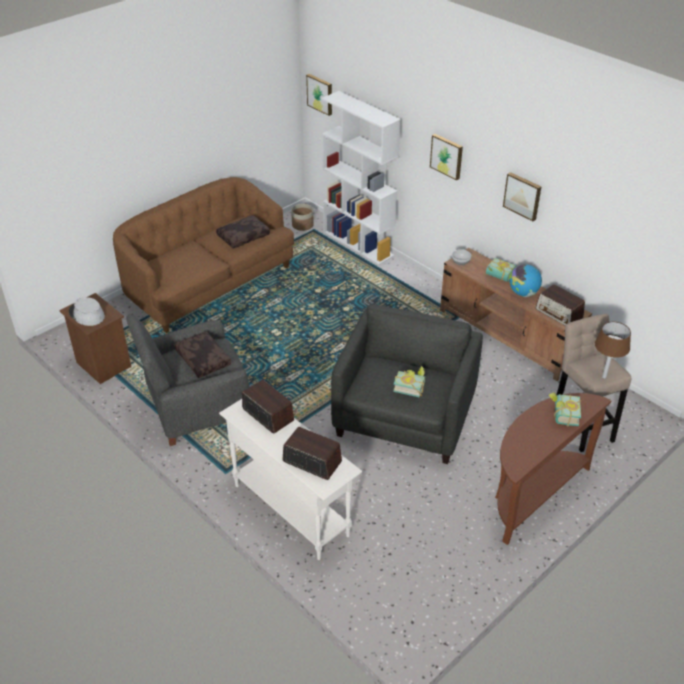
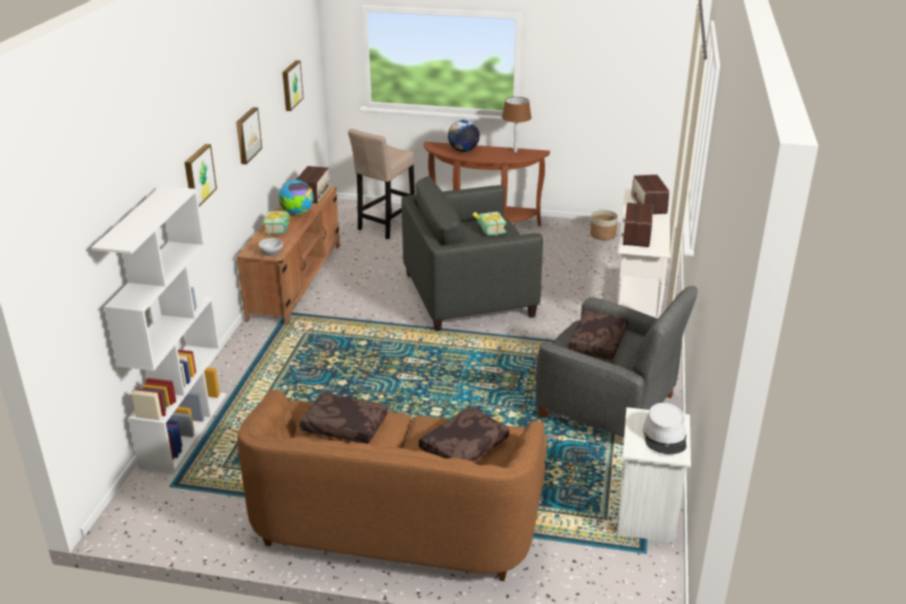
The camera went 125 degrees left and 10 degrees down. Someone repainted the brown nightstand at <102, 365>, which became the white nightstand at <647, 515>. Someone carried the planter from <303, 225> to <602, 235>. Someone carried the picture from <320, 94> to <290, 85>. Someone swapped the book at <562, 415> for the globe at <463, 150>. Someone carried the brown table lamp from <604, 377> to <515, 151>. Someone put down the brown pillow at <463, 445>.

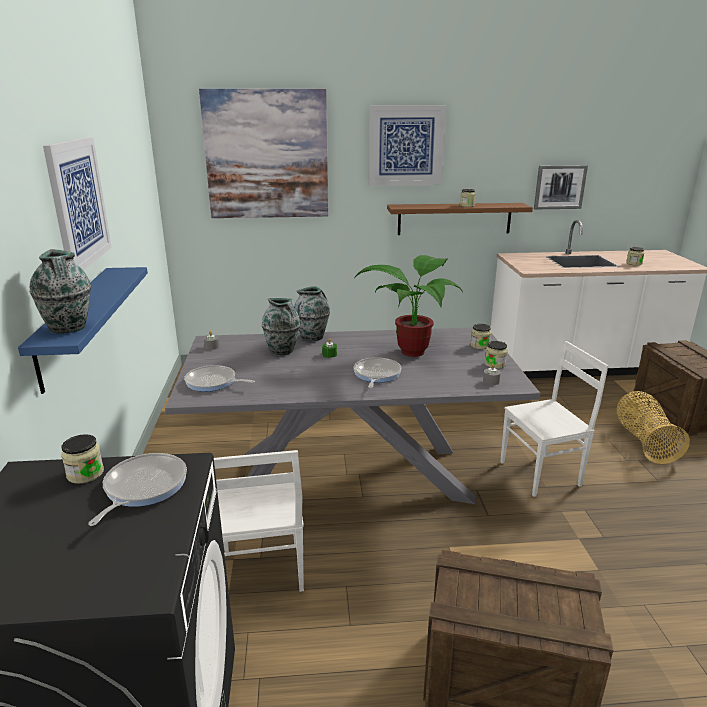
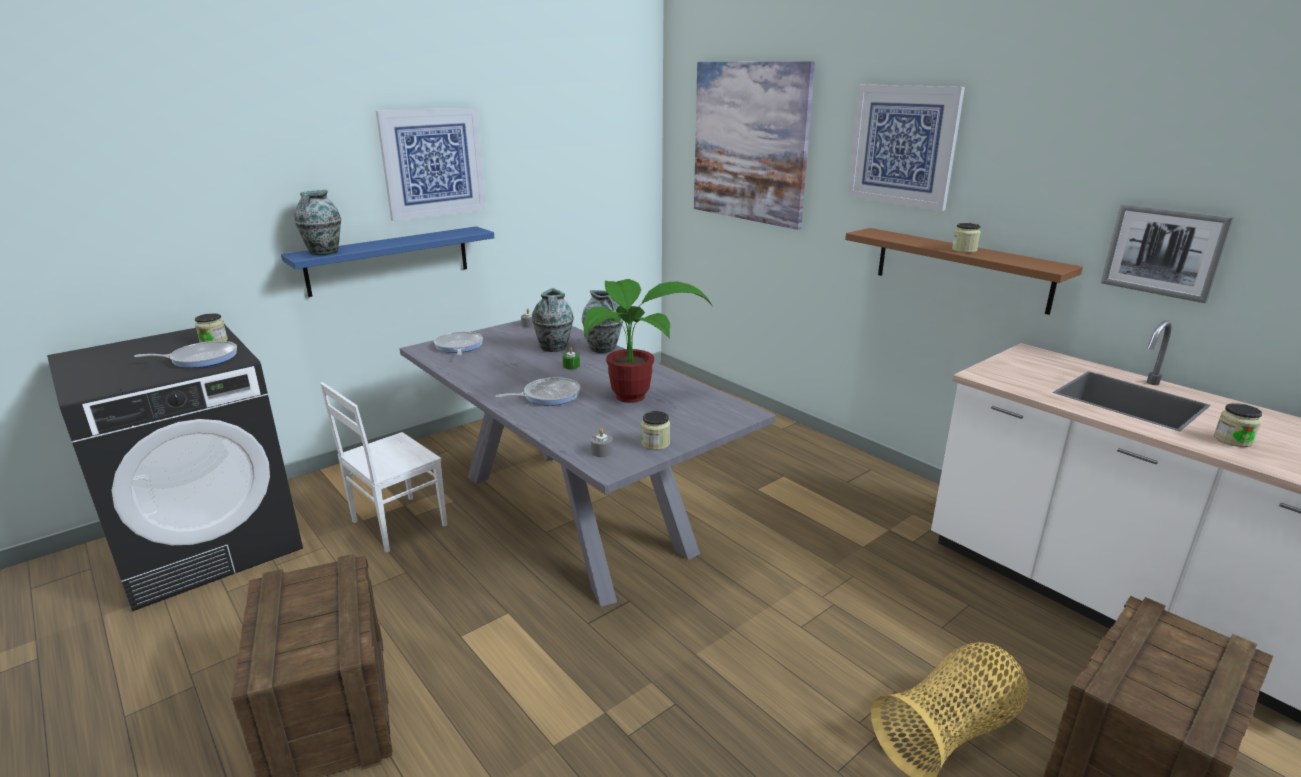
The camera went 55 degrees right and 0 degrees up. Someone took away the jar at <480, 345>. Someone took away the white chair at <541, 474>.

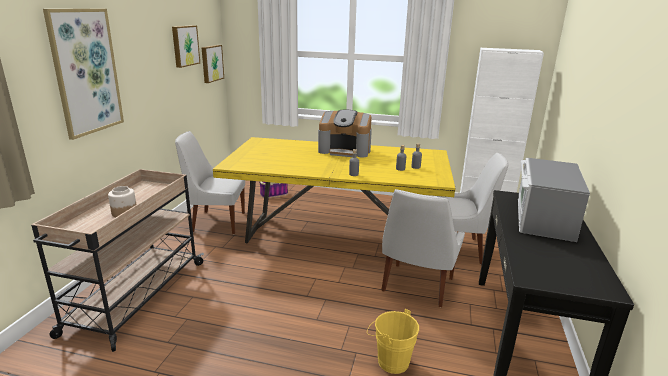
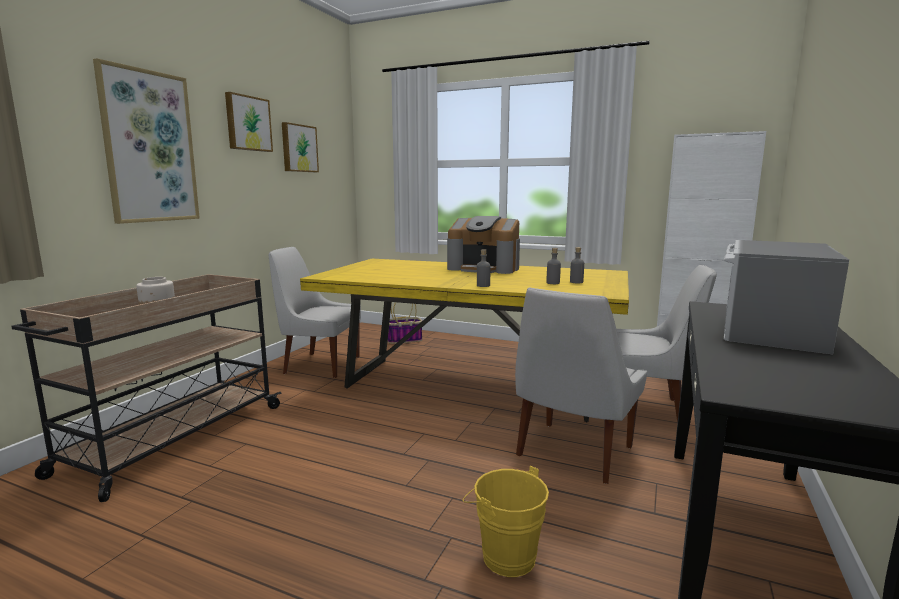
The camera went 10 degrees right and 10 degrees down. Someone carried the picture from <211, 63> to <247, 123>.

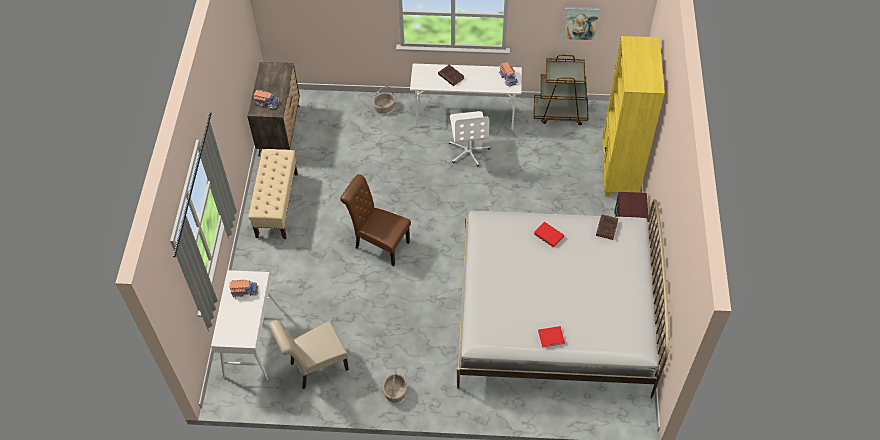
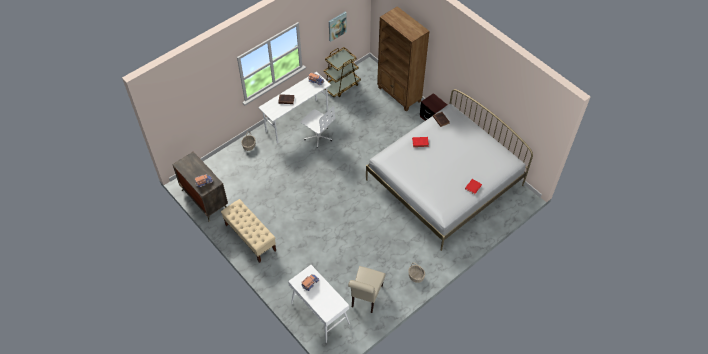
The camera went 45 degrees left and 0 degrees up. Someone took away the brown chair at <379, 244>. Someone repainted the yellow bookcase at <619, 171>, which became the brown bookcase at <399, 95>.

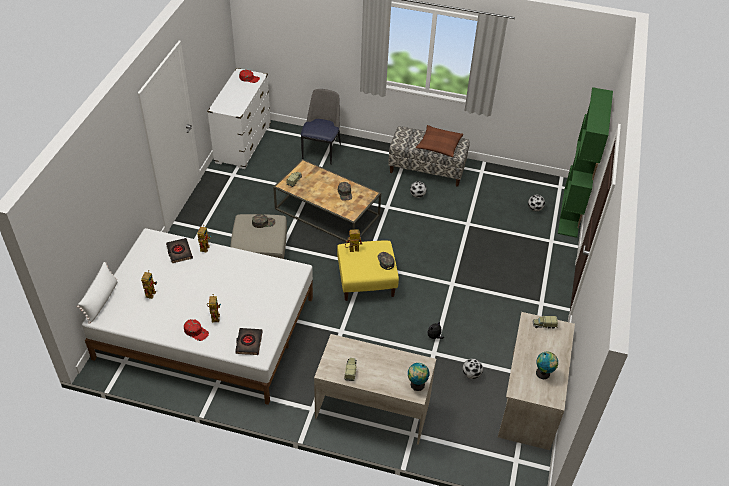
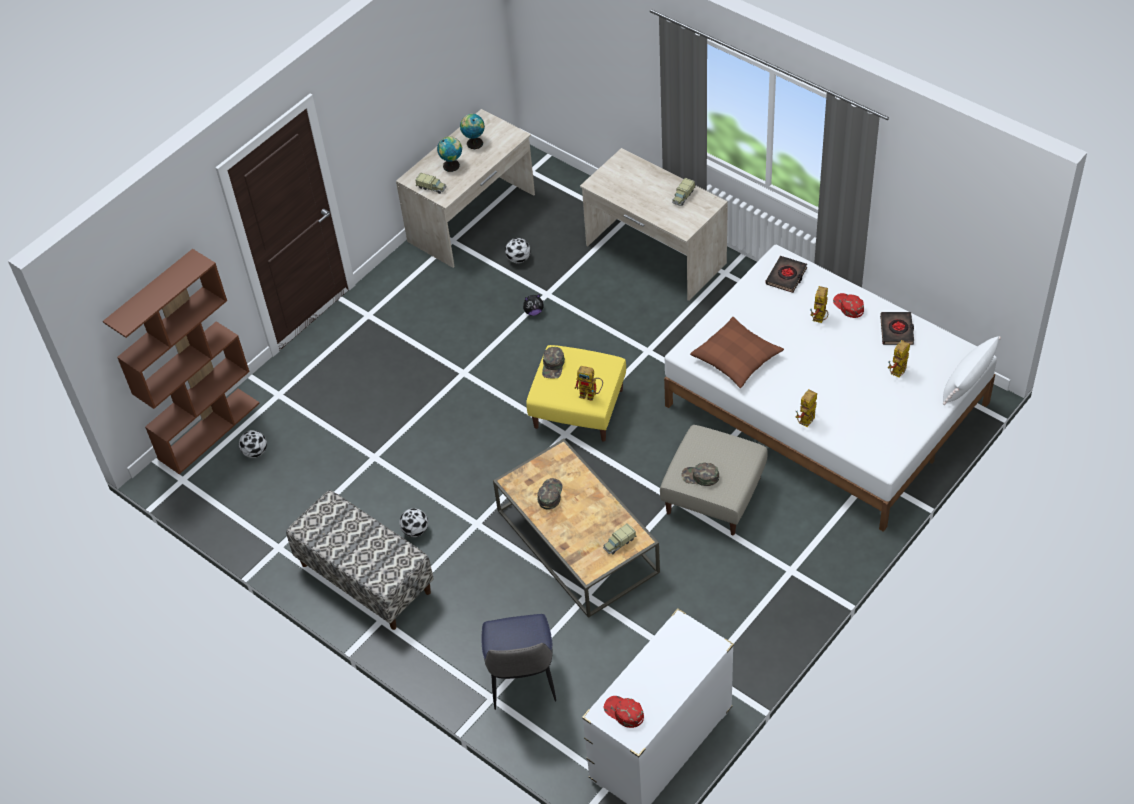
The camera went 150 degrees left and 5 degrees up. Someone carried the black book from <179, 252> to <897, 330>. Someone rotated the chair at <321, 151> by 45 degrees counterclockwise. Someone carried the globe from <416, 385> to <452, 165>. Someone carried the brown pillow from <439, 145> to <736, 358>. Someone repainted the green bookcase at <571, 212>, which became the brown bookcase at <209, 430>.

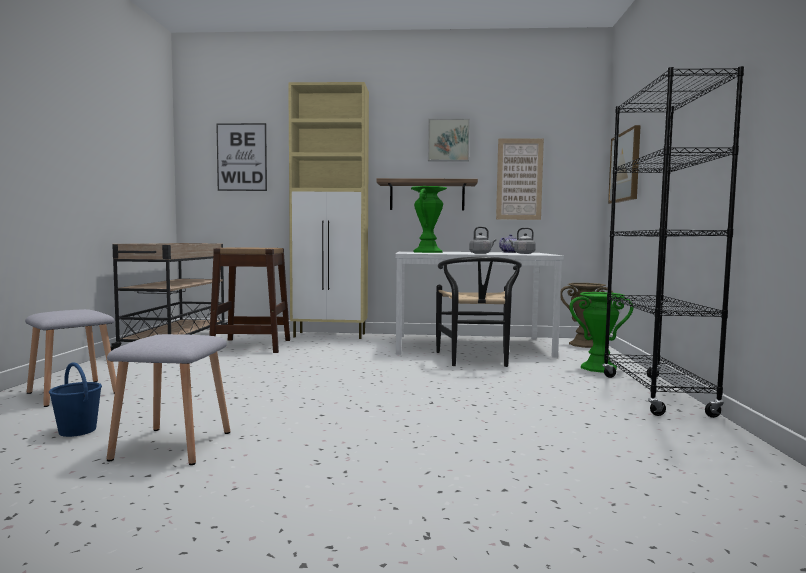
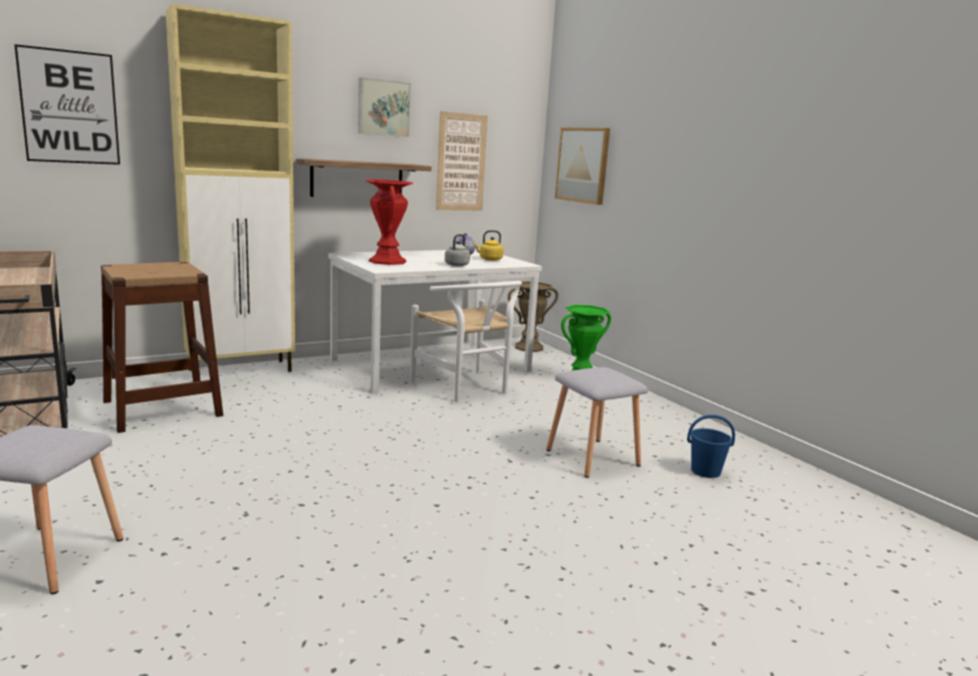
The camera went 35 degrees left and 10 degrees up. Someone carried the blue bucket from <78, 431> to <706, 471>. Someone carried the grey stool from <172, 445> to <591, 457>. Someone repainted the green vase at <427, 252>, which became the red vase at <387, 261>. Someone repainted the black chair at <476, 360>, which became the white chair at <466, 389>. Someone repainted the grey kettle at <523, 253>, which became the yellow kettle at <489, 259>. Someone took away the black bookcase at <655, 395>.

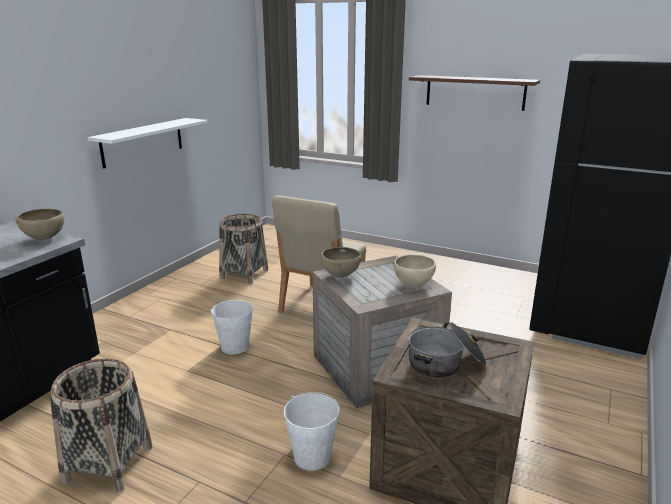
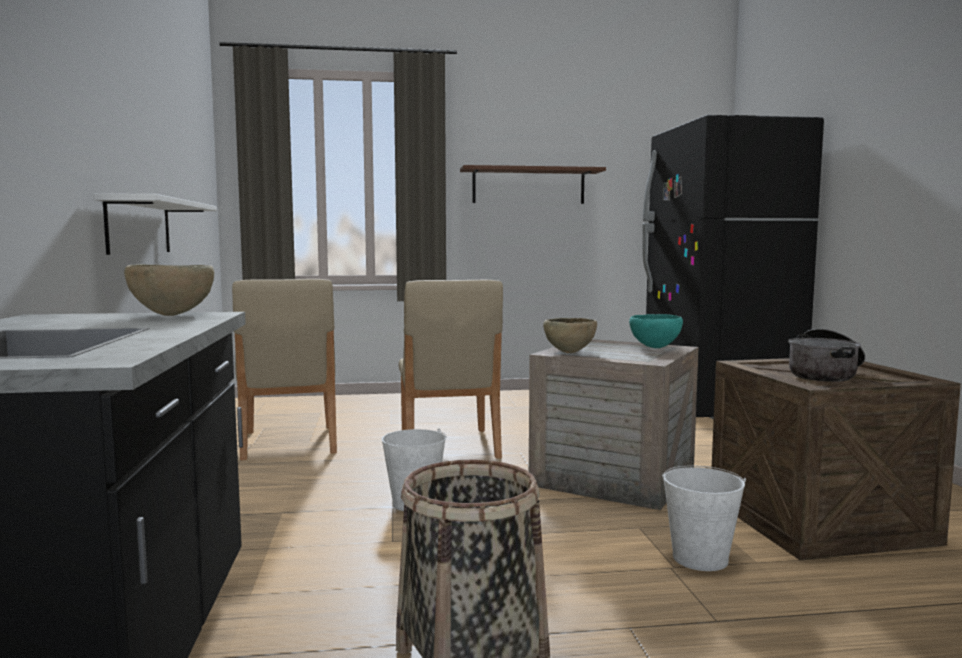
The camera went 35 degrees left and 15 degrees down. Someone swapped the basket at <244, 274> for the beige chair at <288, 442>. Someone repainted the beige bowl at <413, 285>, which became the turquoise bowl at <655, 348>.

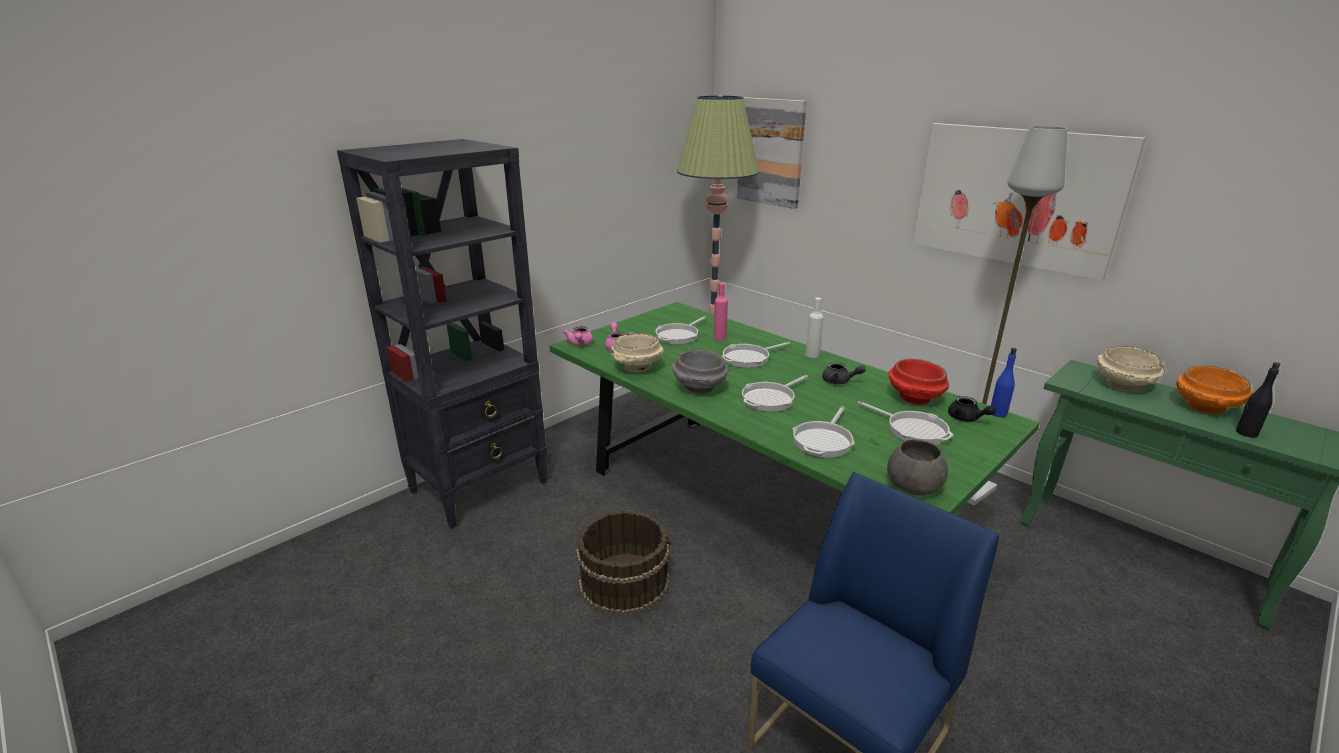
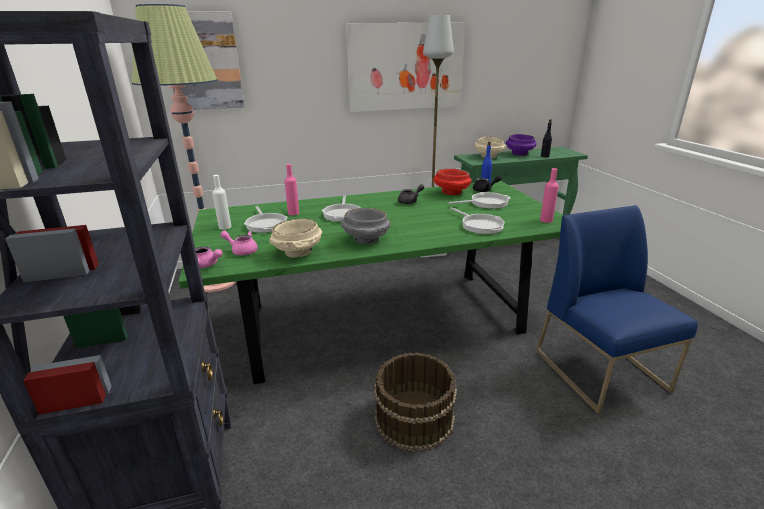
The camera went 60 degrees left and 0 degrees up. Someone took away the frying pan at <770, 399>. Someone carried the white bottle from <812, 355> to <225, 227>. Someone swapped the grey bowl at <913, 486> for the pink bottle at <546, 220>. Someone repainted the orange bowl at <1206, 407>, which became the purple bowl at <520, 153>.

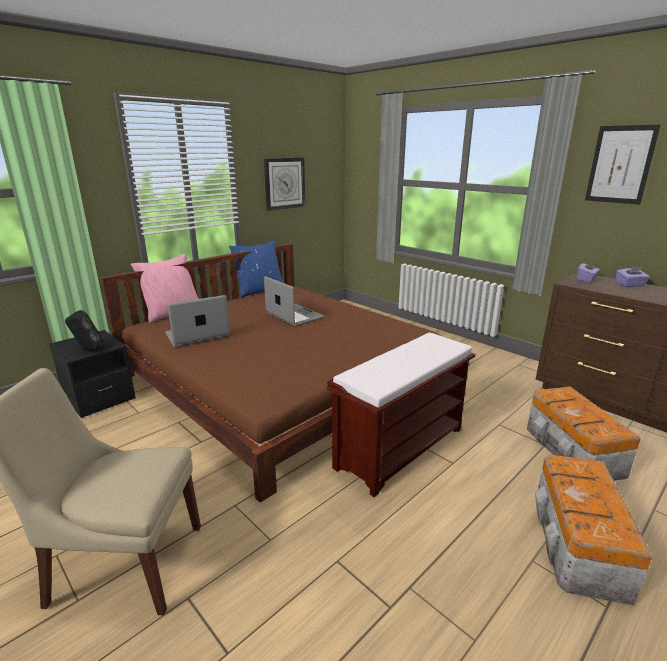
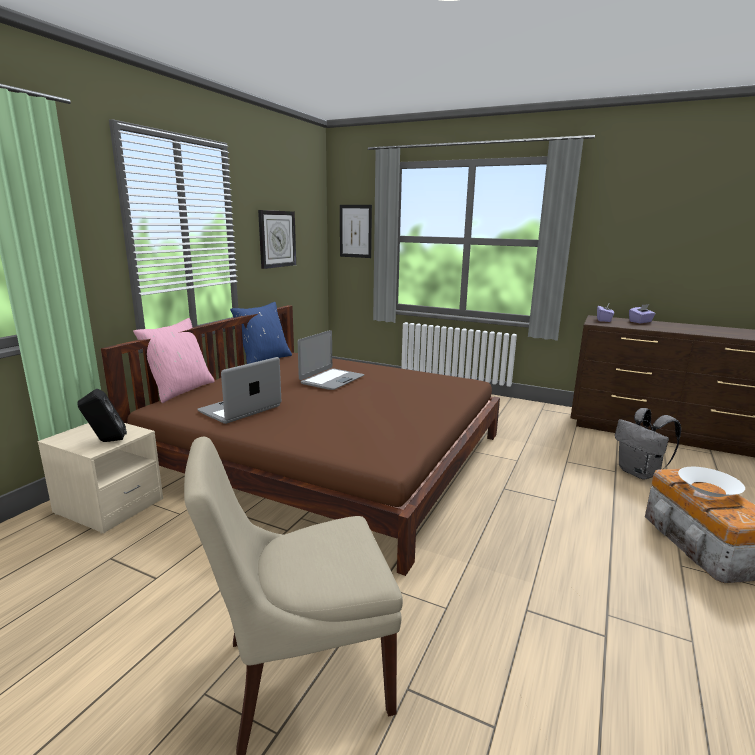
The camera went 20 degrees left and 5 degrees down. Someone repainted the black nightstand at <99, 397>, which became the beige nightstand at <109, 506>. Someone rotated the laptop at <294, 316> by 90 degrees clockwise. Someone took away the brown bench at <400, 447>. Someone swapped the storage box at <572, 451> for the grey backpack at <640, 473>. Someone carried the picture from <620, 165> to <355, 231>. Someone put down the white bowl at <708, 489>.

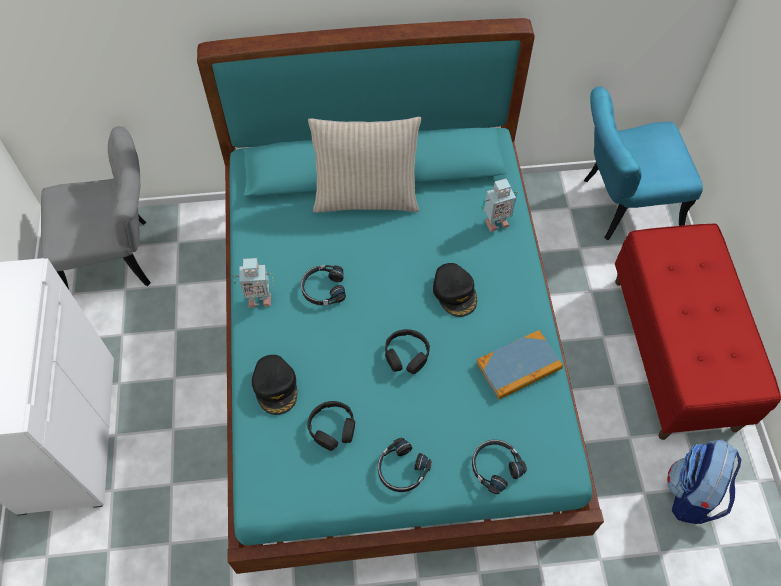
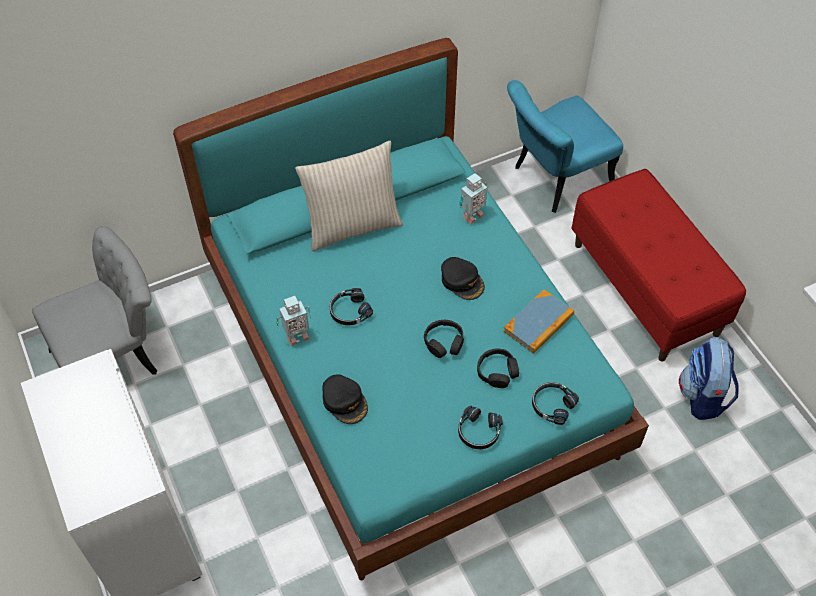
The camera went 20 degrees left and 5 degrees down. Someone carried the black headphones from <332, 428> to <497, 372>.

